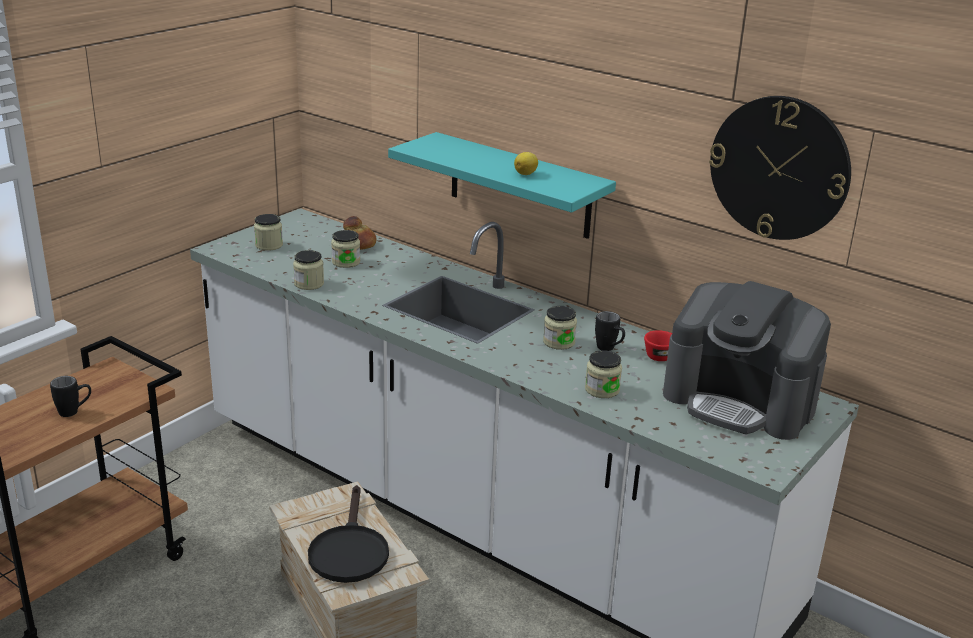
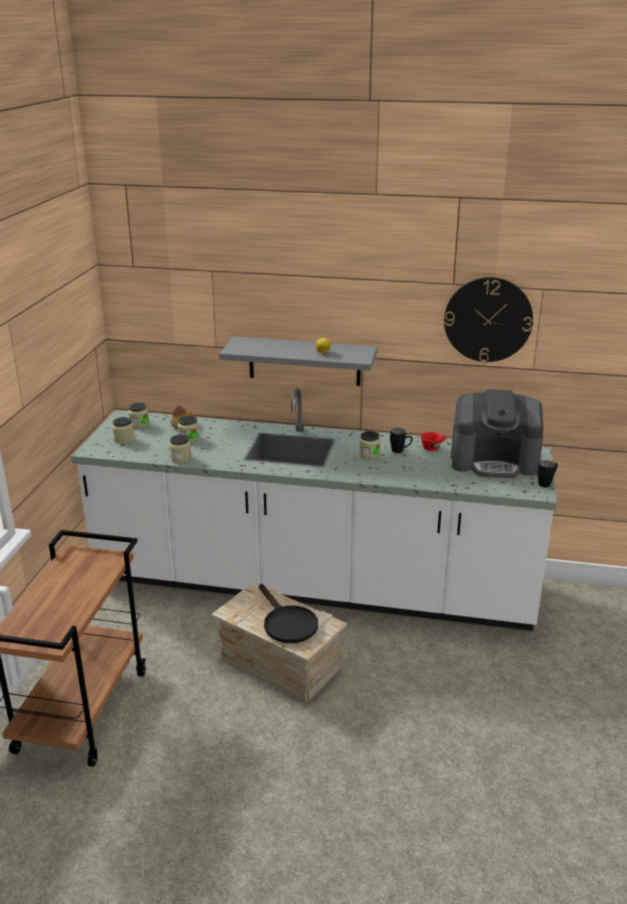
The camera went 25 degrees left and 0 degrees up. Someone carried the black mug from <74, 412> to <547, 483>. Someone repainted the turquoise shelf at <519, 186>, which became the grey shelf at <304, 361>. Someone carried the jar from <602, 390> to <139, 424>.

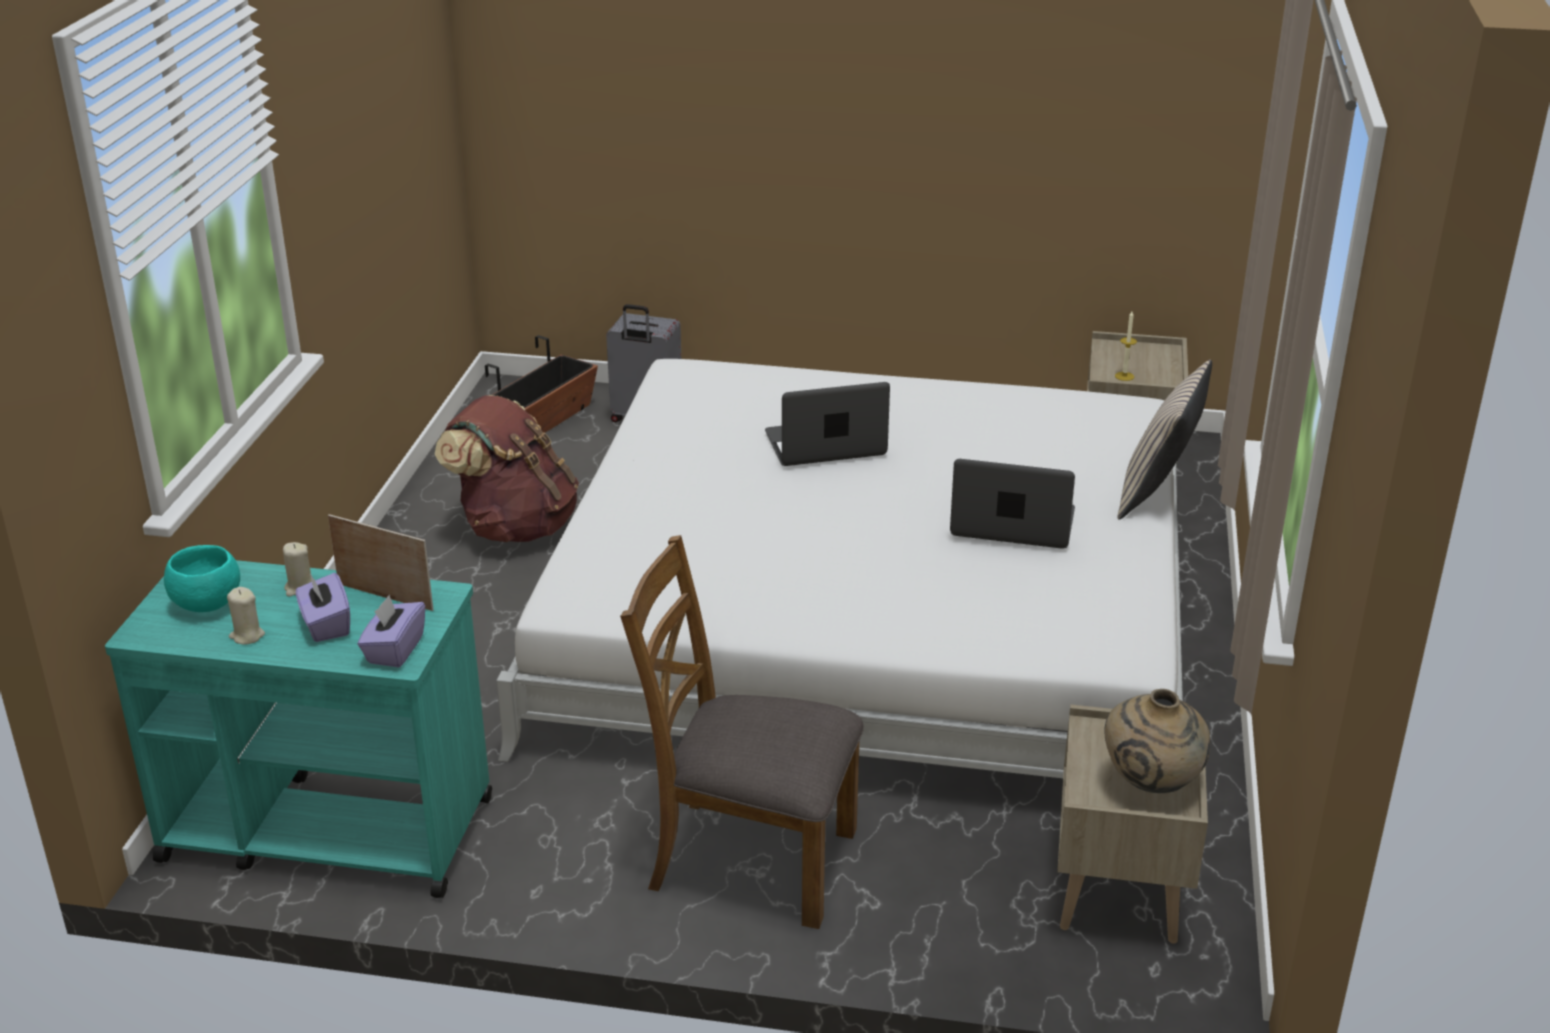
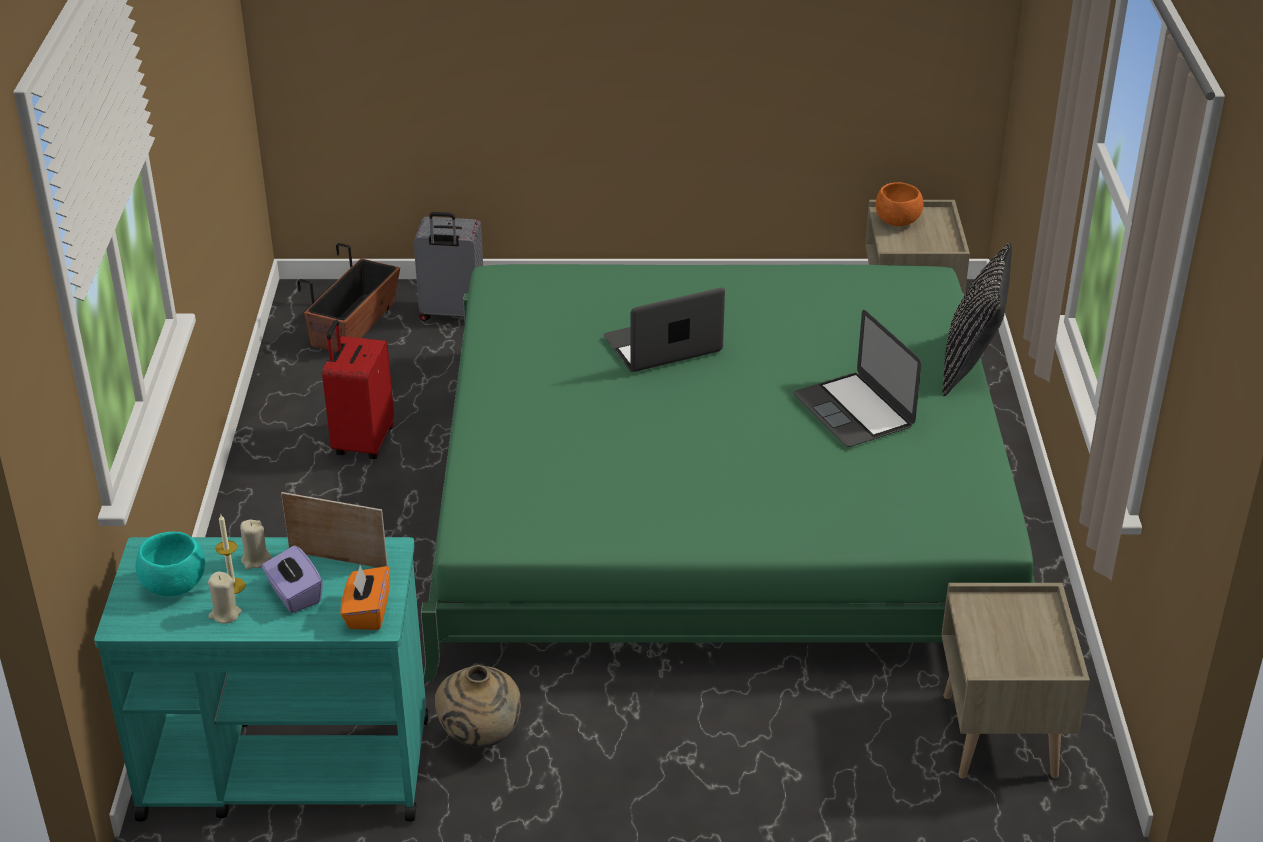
The camera went 10 degrees left and 5 degrees up. Someone repainted the purple tissue box at <394, 650>, which became the orange tissue box at <367, 613>. Someone swapped the brown backpack at <515, 527> for the red suitcase at <362, 442>. Someone repainted the white bed at <872, 615>, which became the green bed at <719, 497>. Someone took away the brown chair at <750, 859>. Someone rotated the laptop at <1012, 523> by 120 degrees counterclockwise. Someone carried the beige vase from <1151, 785> to <481, 738>. Someone carried the candle from <1124, 376> to <232, 586>. Someone repainted the beige pillow at <1158, 492>, which became the black pillow at <971, 365>. Someone put down the orange bowl at <897, 222>.

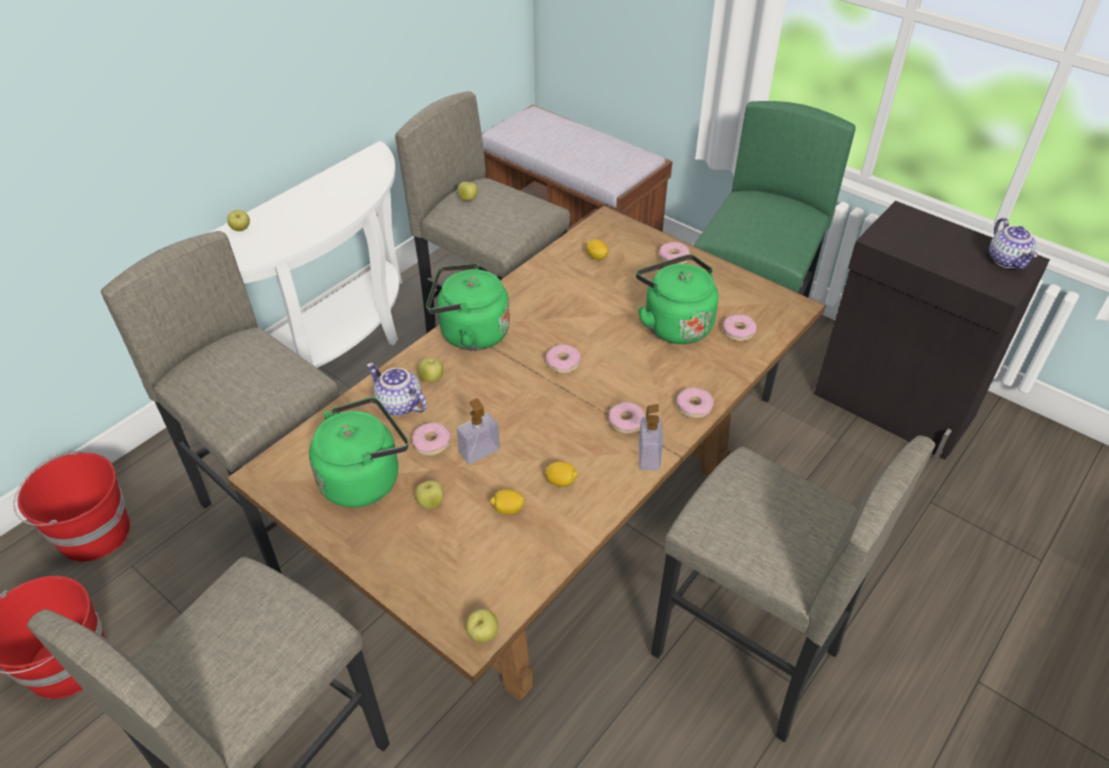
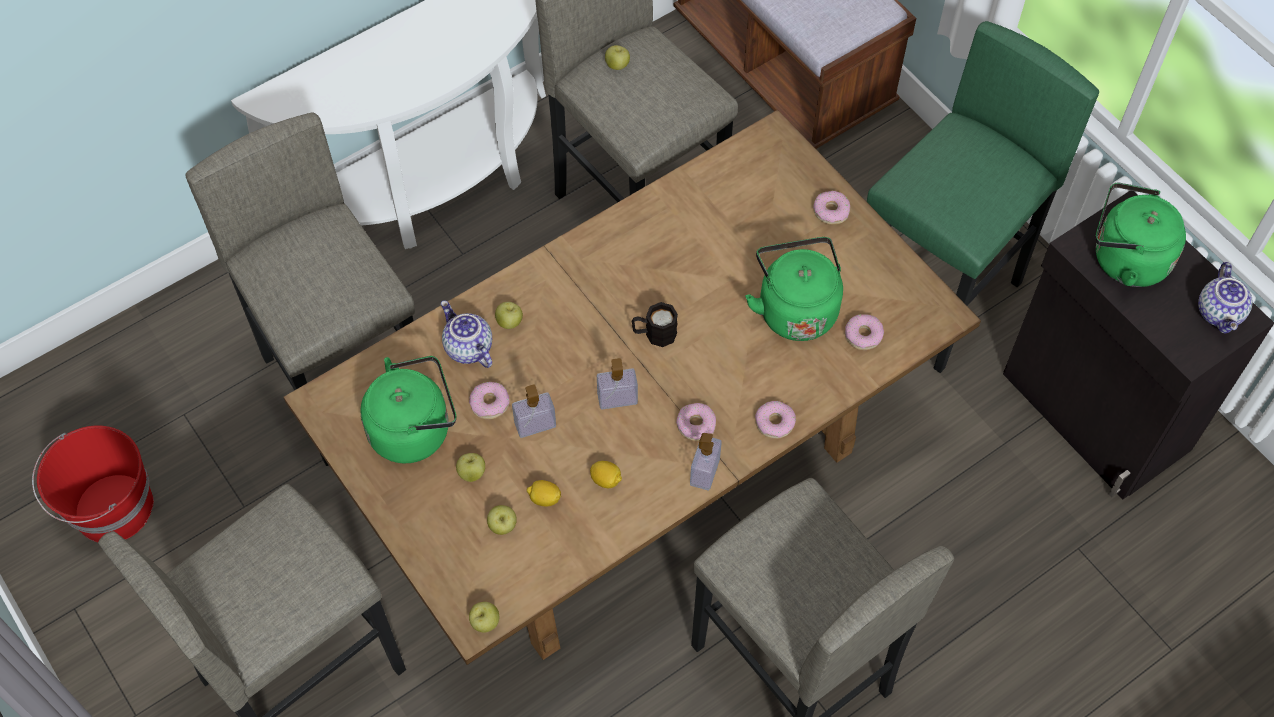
The camera went 15 degrees right and 15 degrees up. Someone took away the red bucket at <93, 534>. Someone carried the apple from <241, 229> to <502, 526>. Someone carried the green kettle from <470, 333> to <1125, 259>. Someone swapped the donut at <563, 363> for the black mug at <654, 334>. Someone took away the lemon at <596, 257>. Someone put down the soap dispenser at <617, 398>.

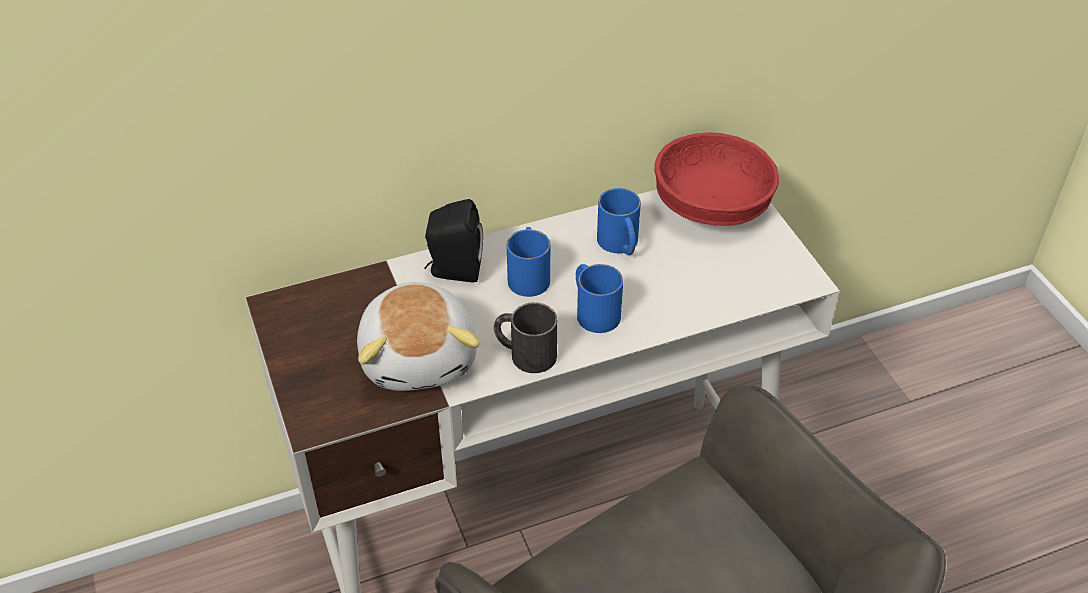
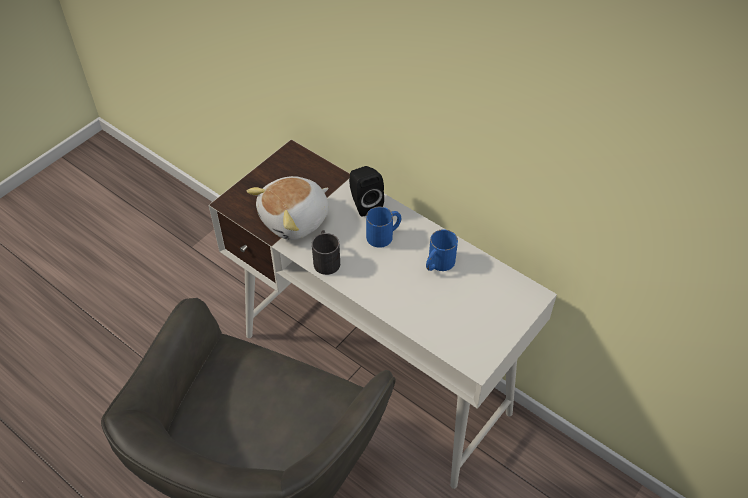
The camera went 60 degrees right and 5 degrees up. Someone took away the blue mug at <593, 310>. Someone took away the red bowl at <712, 207>.

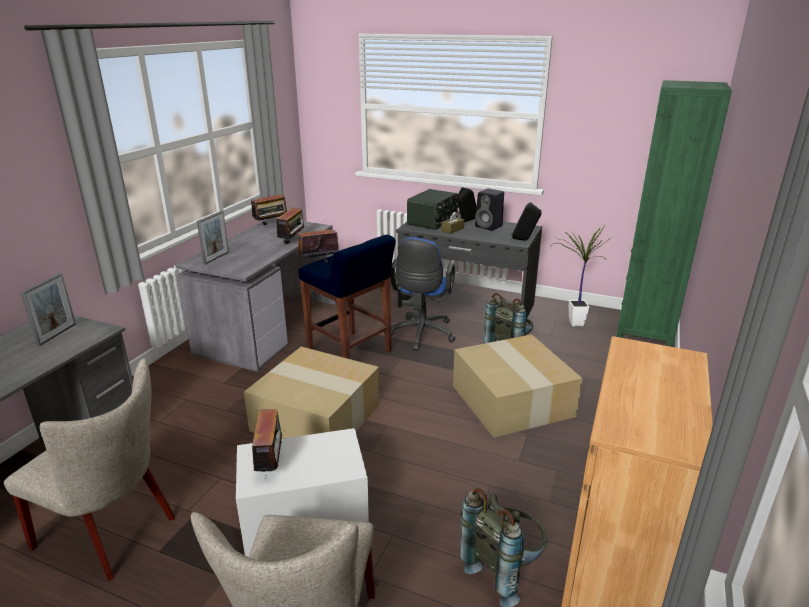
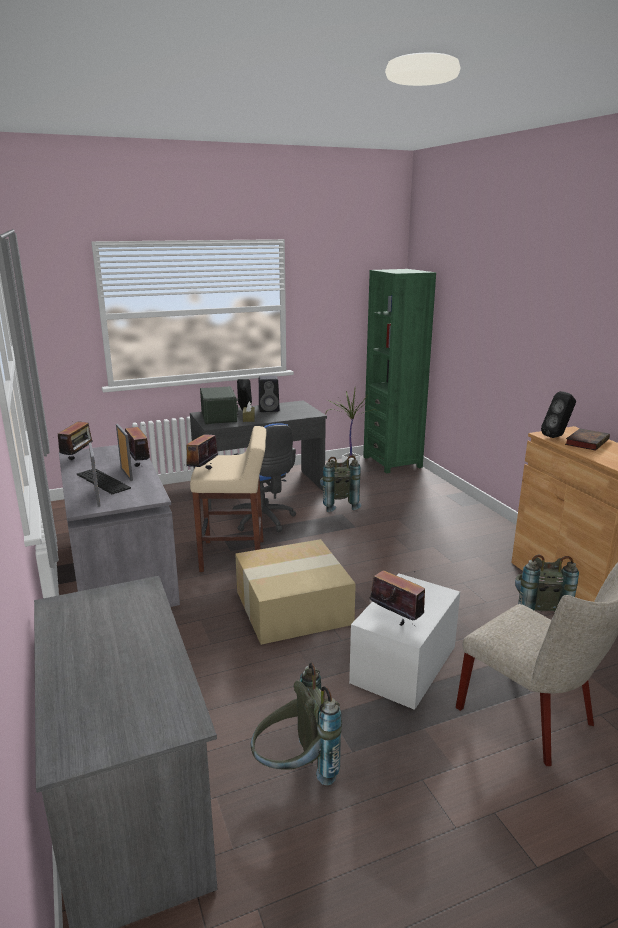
The camera went 45 degrees left and 5 degrees down. Someone swapped the beige chair at <113, 533> for the grey backpack at <295, 771>. Someone carried the picture frame from <57, 334> to <126, 474>. Someone repainted the blue stool at <350, 353>, which became the beige stool at <234, 556>. Someone took away the cardboard box at <514, 401>. Someone carried the black speaker from <524, 240> to <557, 436>. Someone put down the keyboard at <103, 481>. Someone put down the book at <586, 442>.

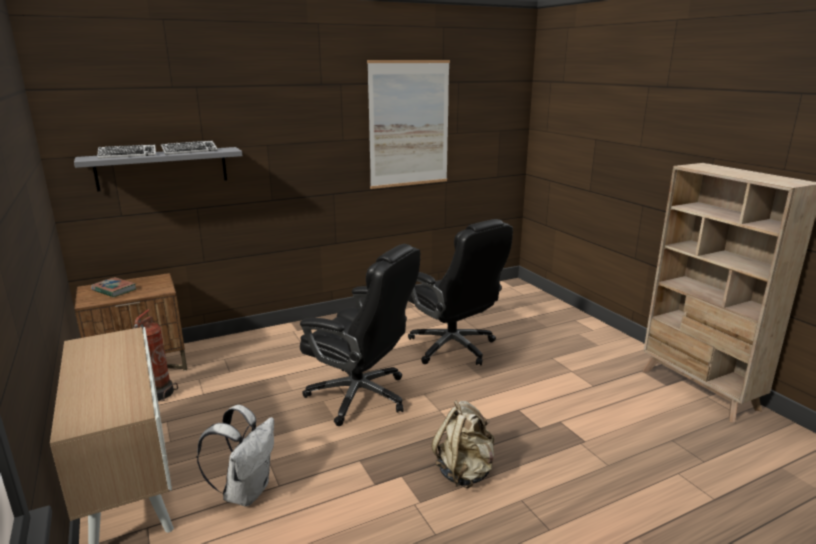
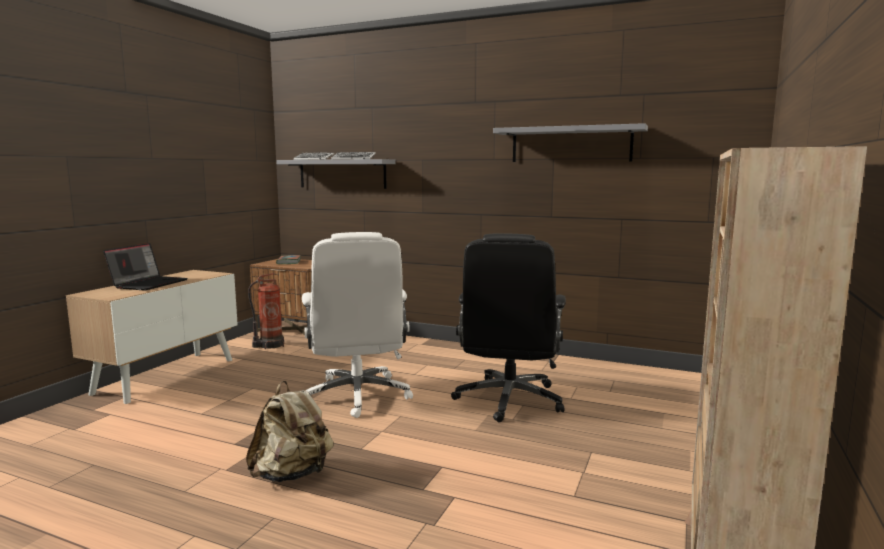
The camera went 50 degrees right and 10 degrees down. Someone took away the white backpack at <246, 491>. Someone repainted the black office chair at <361, 396>, which became the white office chair at <357, 396>. Someone swapped the picture at <409, 124> for the grey shelf at <570, 144>. Someone put down the laptop at <149, 284>.

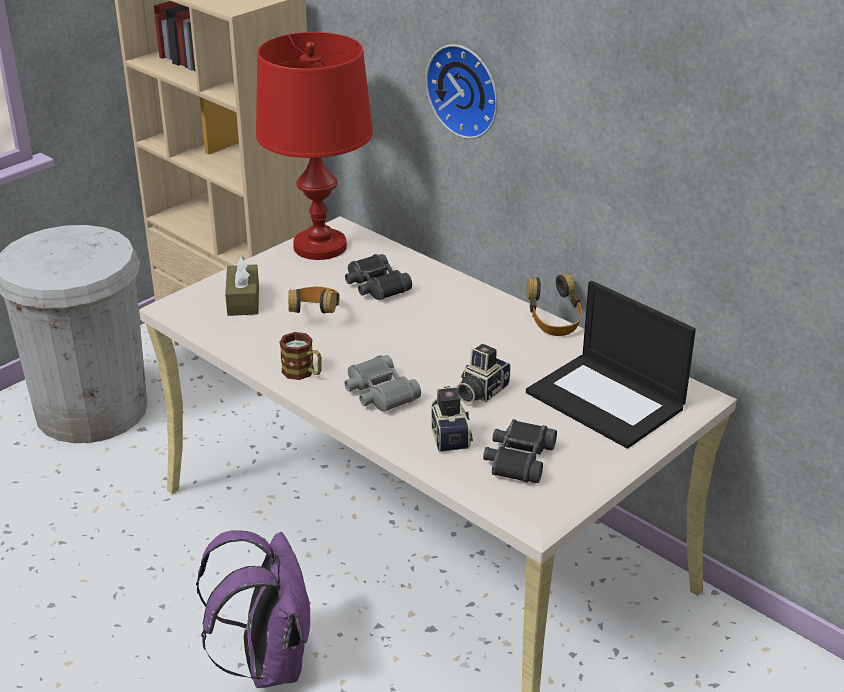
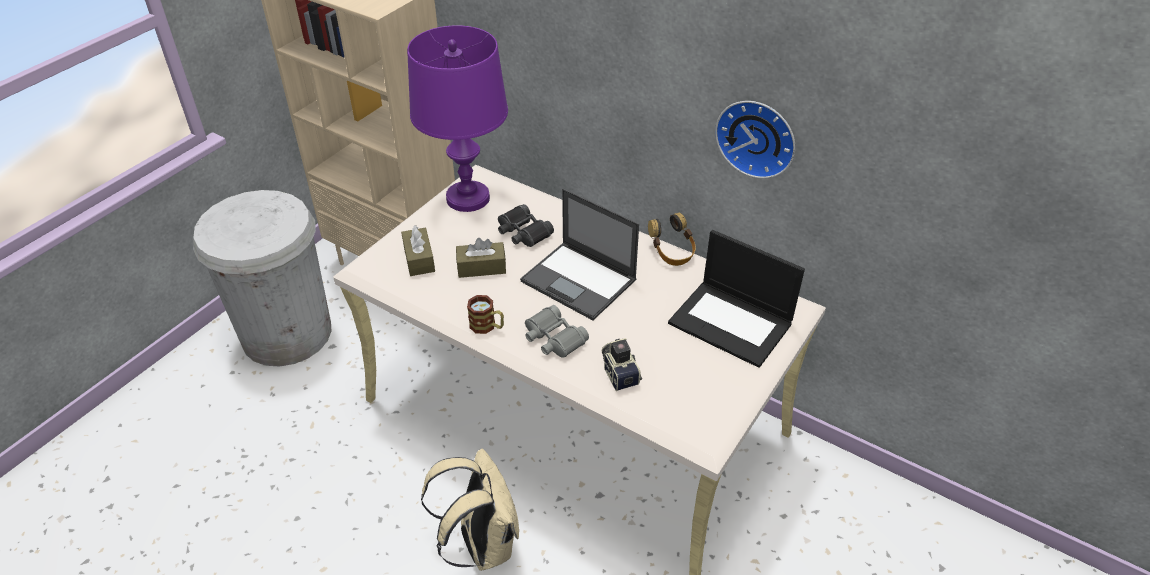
The camera went 10 degrees left and 10 degrees up. Someone repainted the purple backpack at <268, 662>, which became the beige backpack at <482, 544>. Someone repainted the red table lamp at <320, 247>, which became the purple table lamp at <468, 198>. Someone swapped the headphones at <315, 315> for the brown tissue box at <481, 267>. Someone carried the wall clock from <466, 89> to <757, 136>. Someone took away the photo camera at <480, 391>. Someone took away the black binoculars at <518, 459>. Someone put down the laptop at <580, 281>.

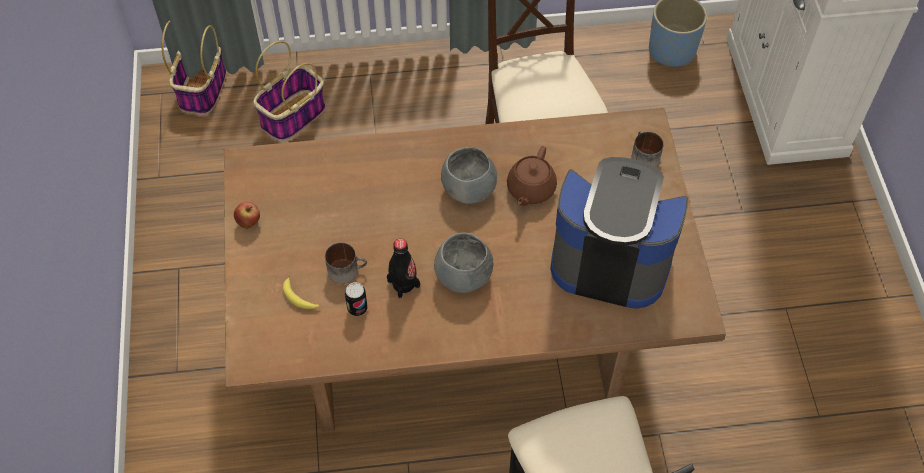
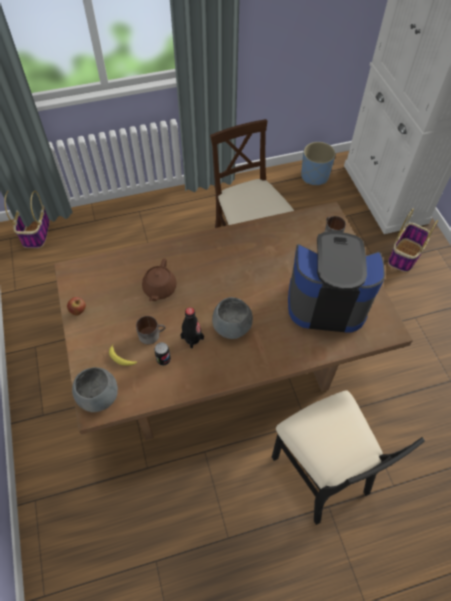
The camera went 10 degrees left and 0 degrees up. Someone carried the basket from <293, 117> to <404, 256>. Someone carried the grey bowl from <469, 189> to <99, 396>. Someone carried the brown teapot from <530, 189> to <159, 289>.

